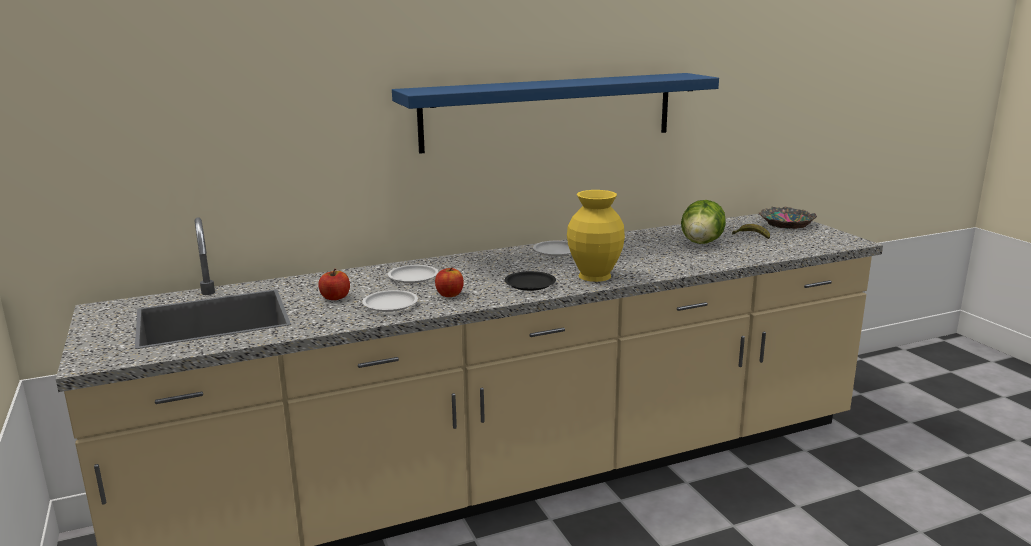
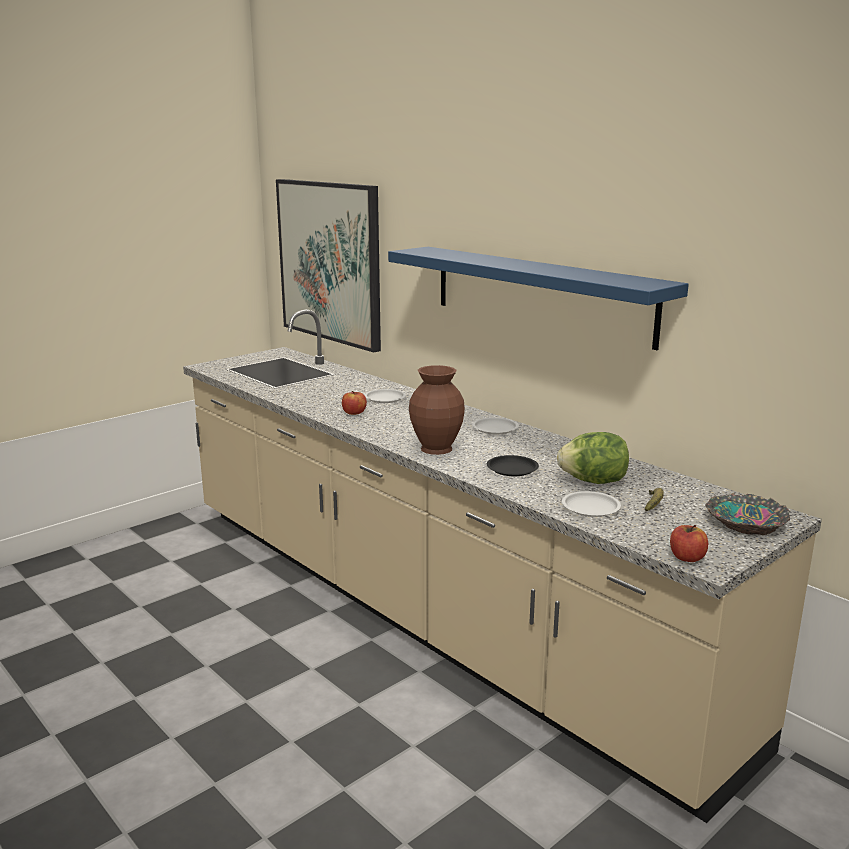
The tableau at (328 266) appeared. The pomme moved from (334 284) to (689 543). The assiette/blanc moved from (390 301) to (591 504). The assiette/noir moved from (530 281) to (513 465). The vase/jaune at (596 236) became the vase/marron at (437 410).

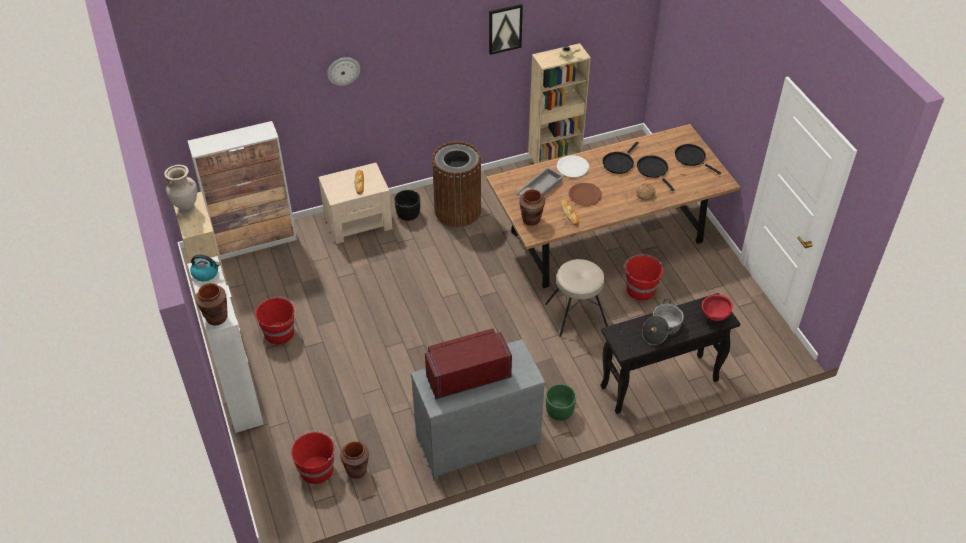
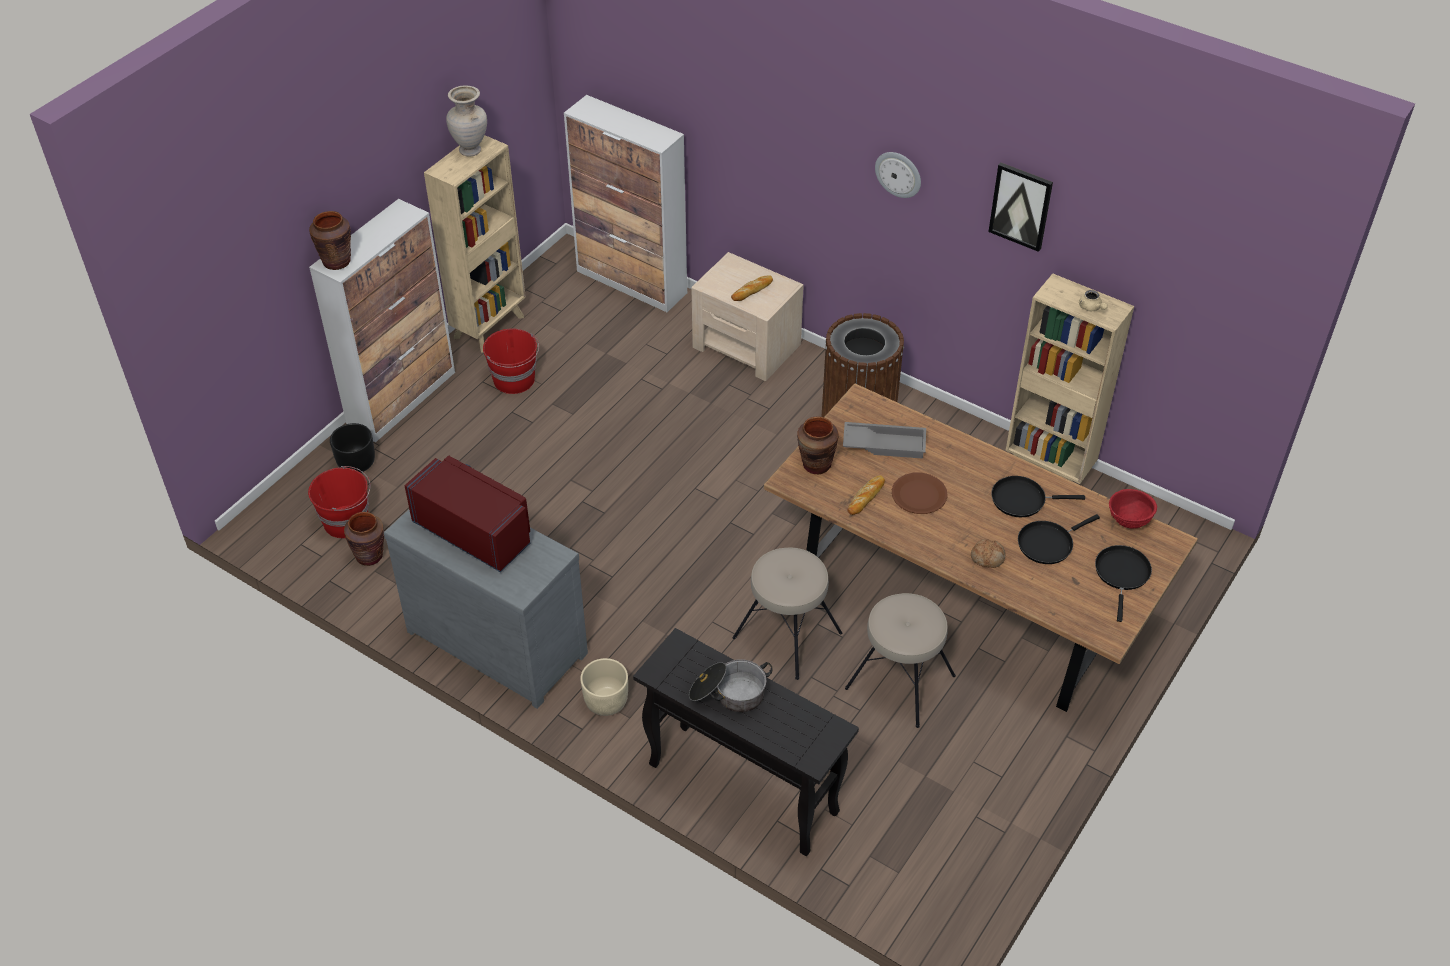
The bouilloire at (205 268) disappeared. The assiette/blanc at (573 166) disappeared. The horloge murale moved from (343 71) to (898 175). The cache-pot/noir moved from (407 205) to (352 448). The bol/rouge moved from (717 307) to (1133 509). The seau/rouge at (643 277) was replaced by the tabouret/beige at (900 660). The cache-pot/vert at (561 402) became the cache-pot/beige at (604 687). The poêle/noir at (656 173) turned 150 degrees counterclockwise.

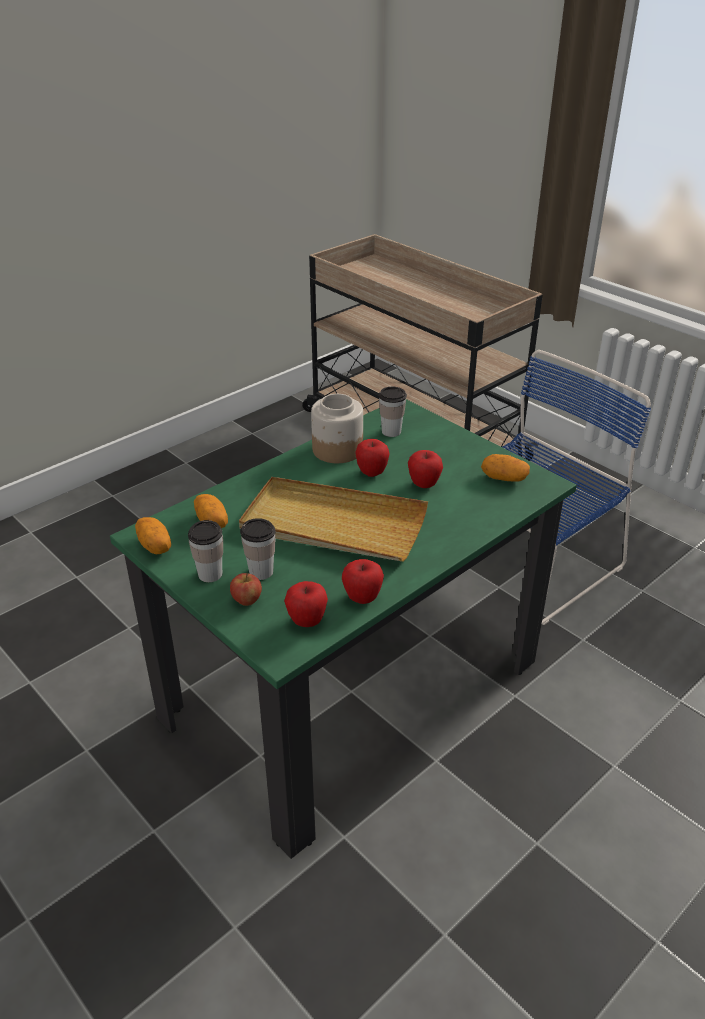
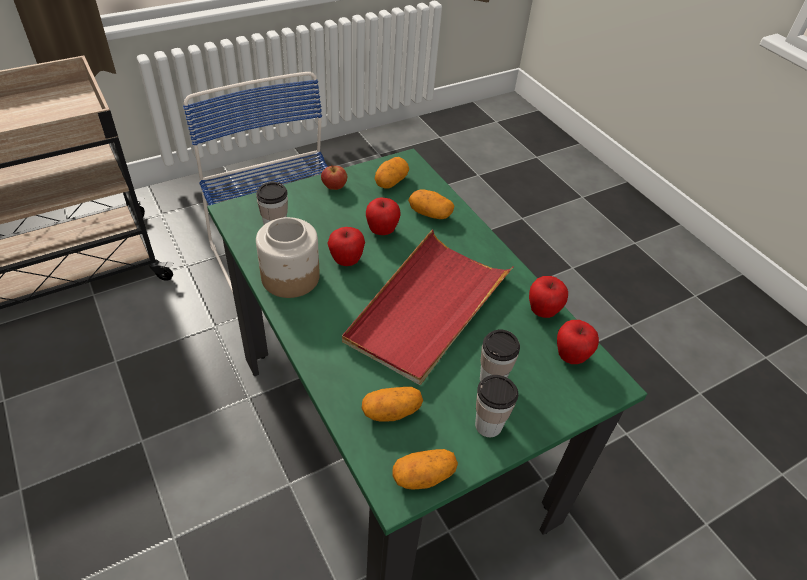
The pomme de terre at (431 204) appeared. The pomme moved from (246 589) to (334 177). The plateau/beige at (333 519) became the plateau/rouge at (427 307).

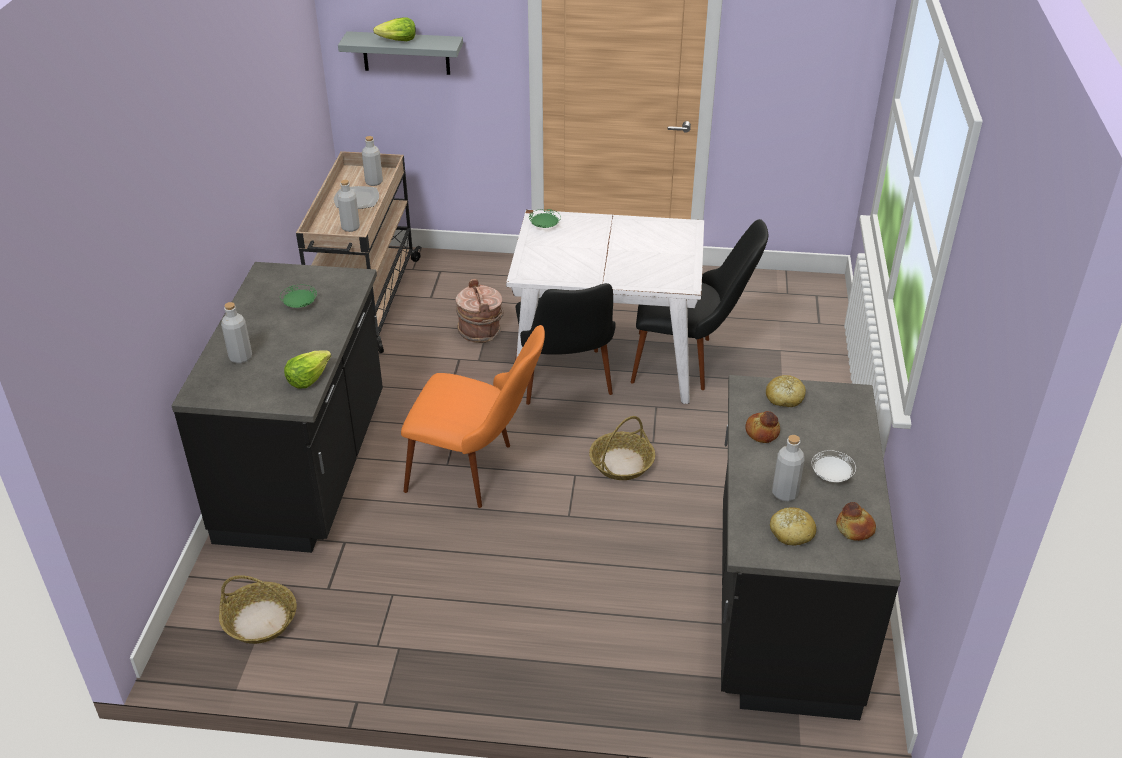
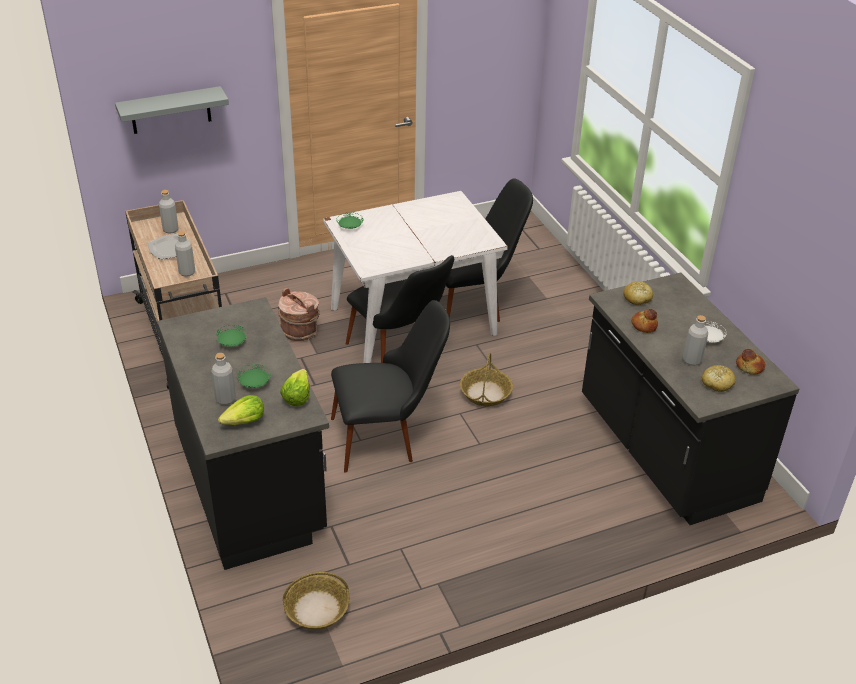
The assiette/vert at (254 376) appeared. The laitue moved from (394 29) to (241 410). The chaise/orange at (473 416) became the chaise/noir at (390 386).

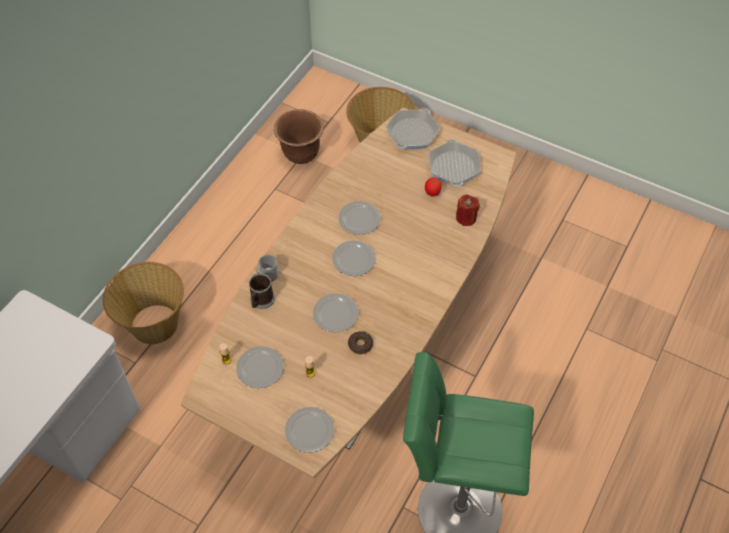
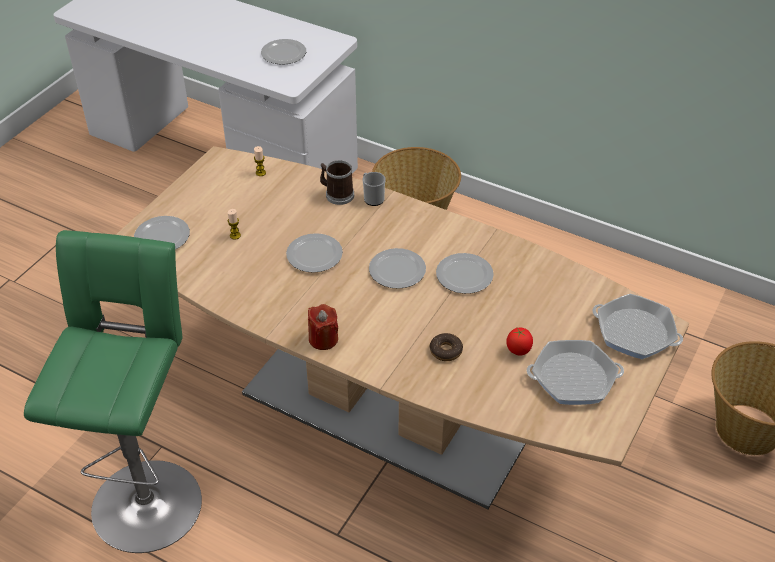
The cache-pot/marron at (298 136) disappeared. The assiette moved from (260 367) to (283 52). The beignet moved from (360 342) to (446 347). The bougie/rouge moved from (468 210) to (323 327).

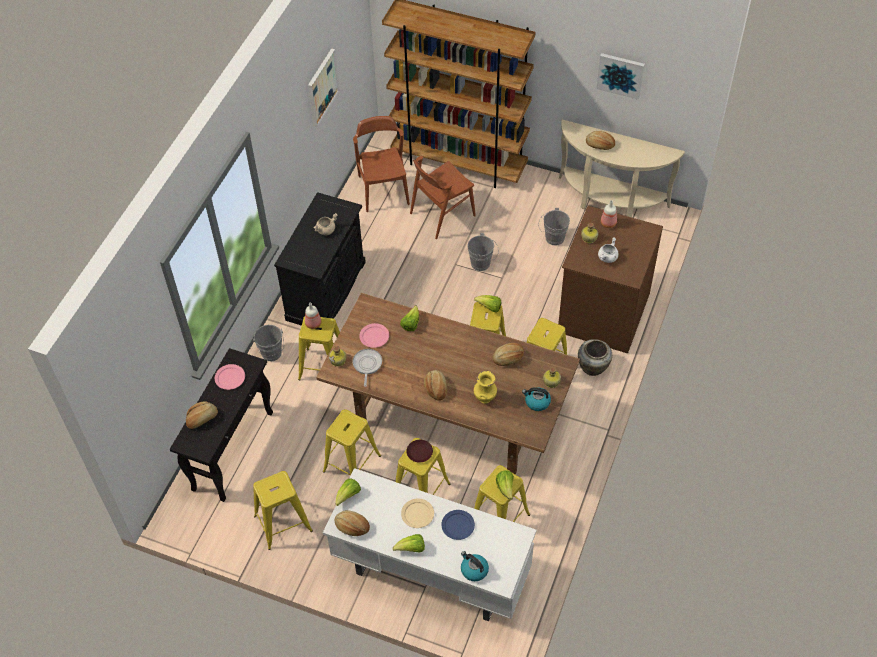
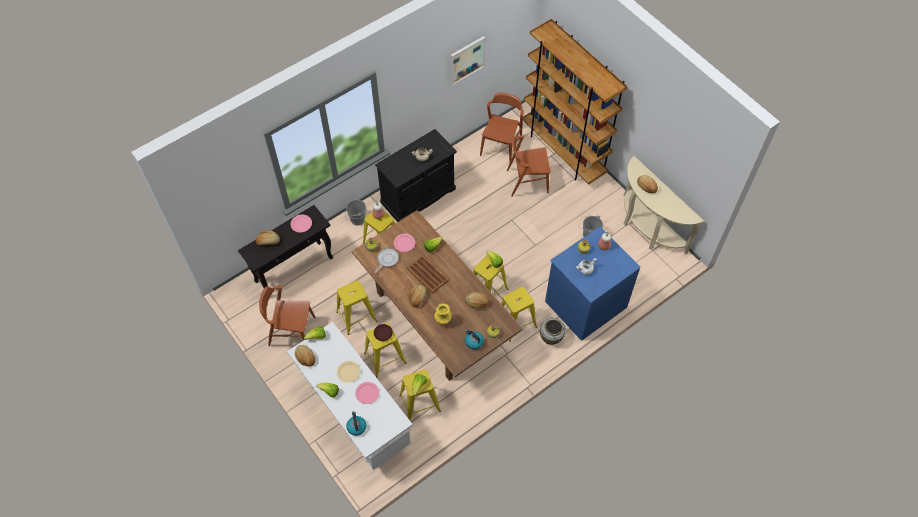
The seau/gris at (483 252) disappeared. The tableau at (620 76) disappeared. The plateau/marron at (427 274) appeared. The tabouret/jaune at (283 510) was replaced by the chaise/marron at (287 316). The assiette/bleu at (458 525) became the assiette/rose at (367 393). The commode/marron at (610 279) became the commode/bleu at (593 284).

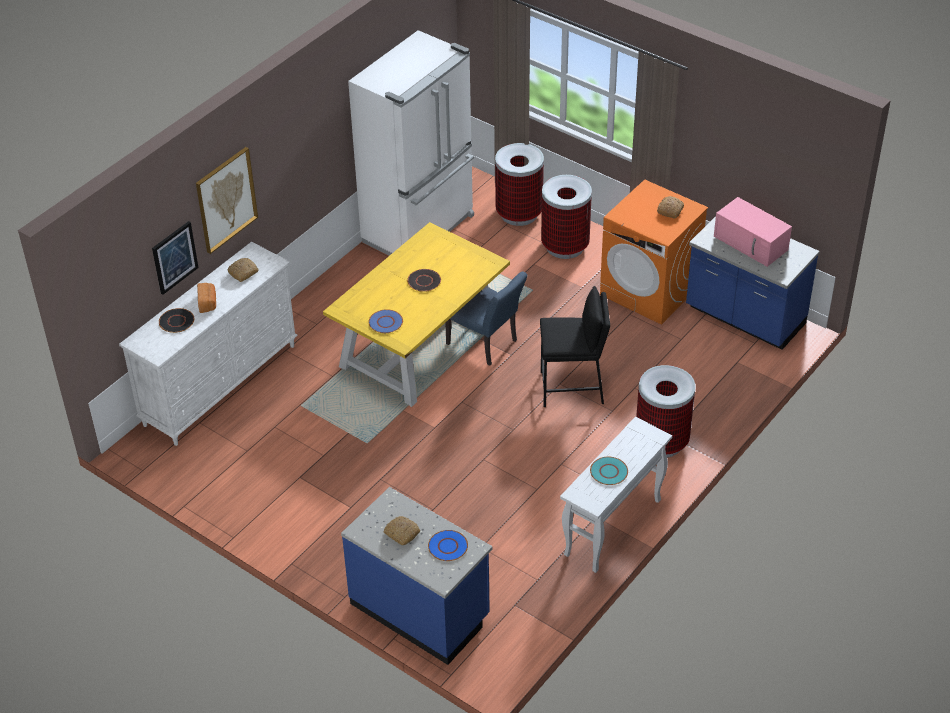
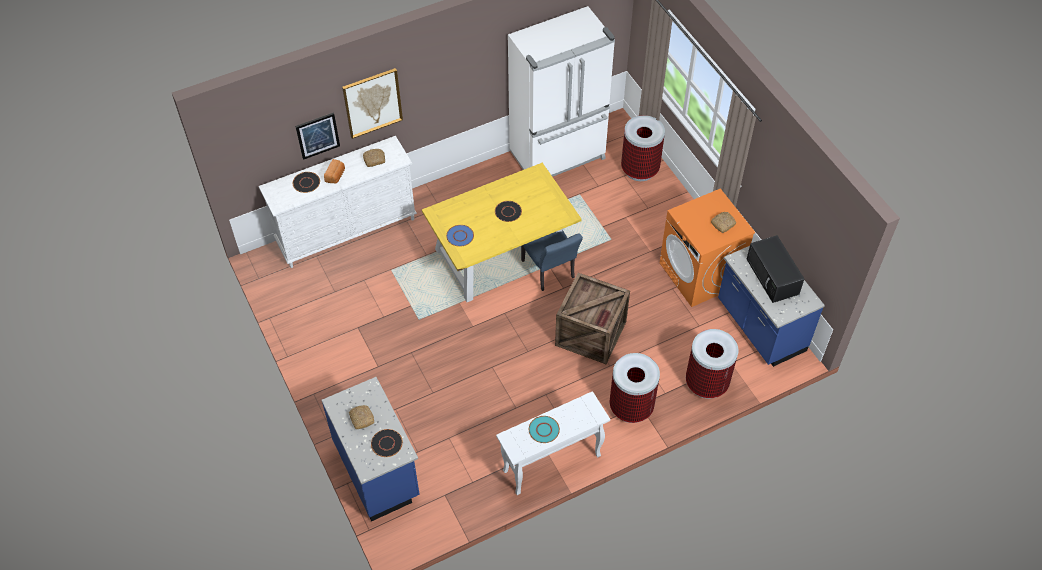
The poubelle moved from (566 217) to (712 364). The tabouret/noir at (575 346) was replaced by the caisse at (592 318). The assiette/bleu at (448 545) became the assiette/noir at (387 443). The micro-ondes/rose at (753 232) became the micro-ondes/noir at (775 269).

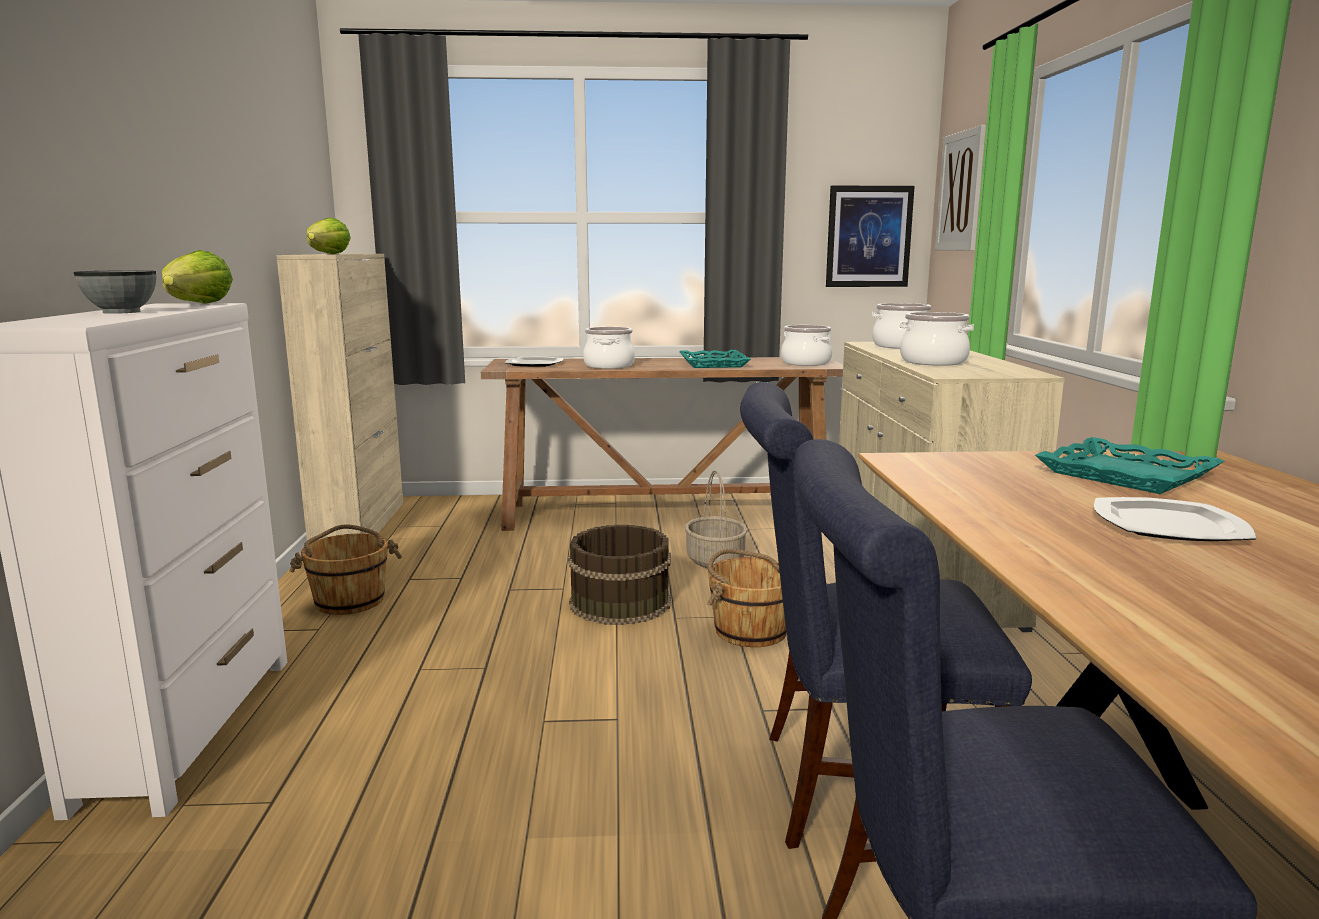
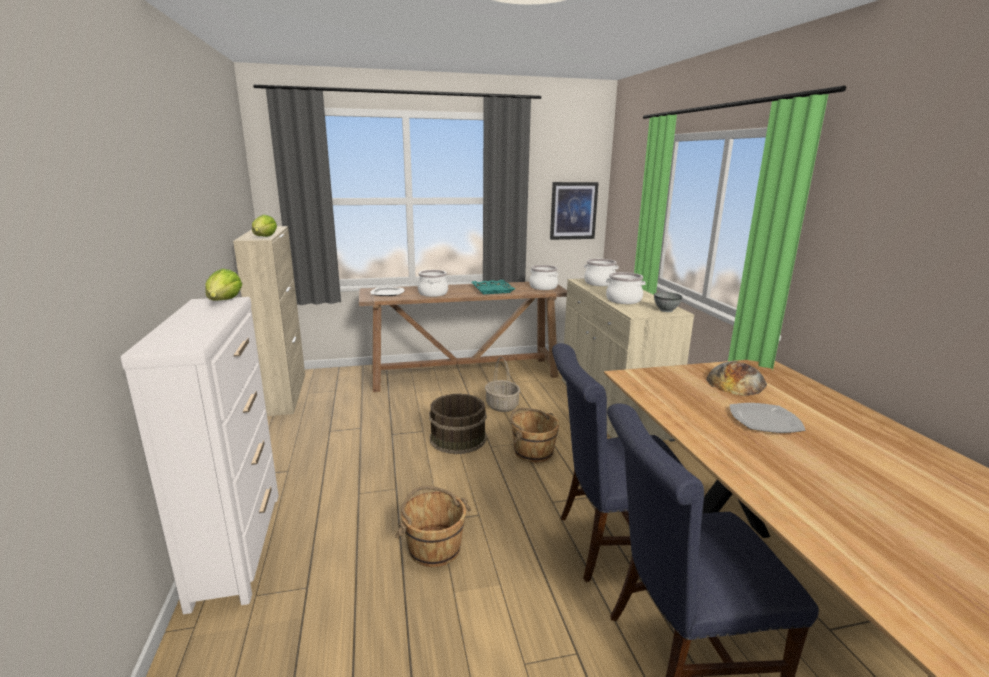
The tableau at (960 188) disappeared. The bol/gris moved from (115 292) to (668 302). The seau/marron moved from (346 570) to (433 526). The plateau/turquoise at (1129 465) was replaced by the pain at (736 378).

